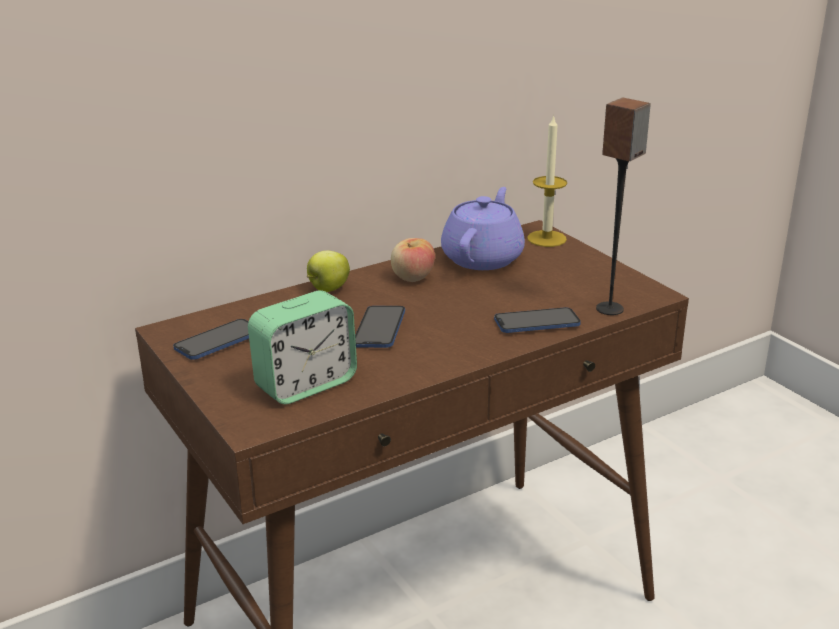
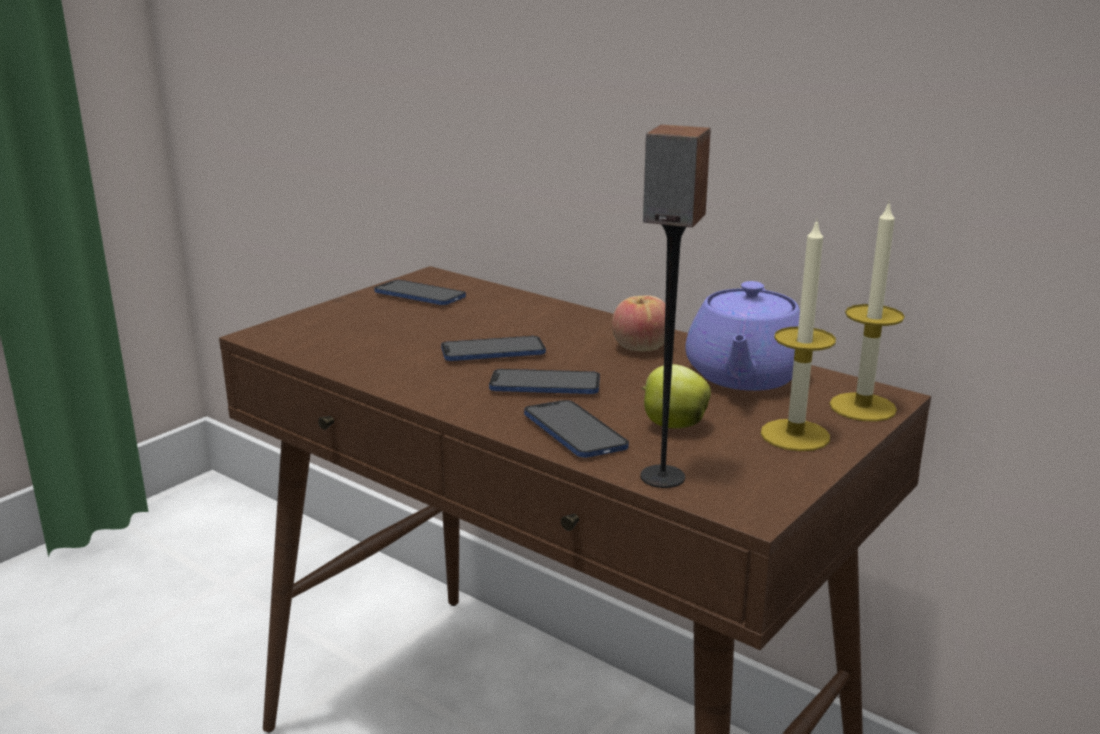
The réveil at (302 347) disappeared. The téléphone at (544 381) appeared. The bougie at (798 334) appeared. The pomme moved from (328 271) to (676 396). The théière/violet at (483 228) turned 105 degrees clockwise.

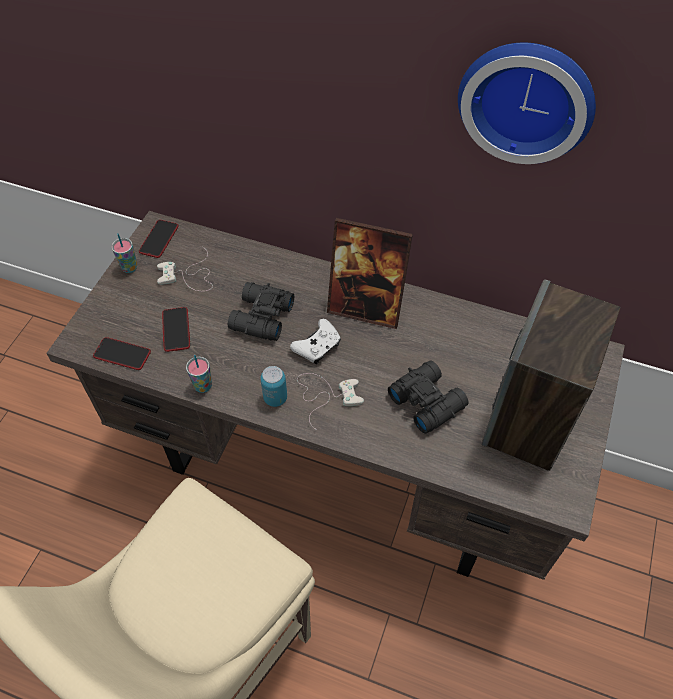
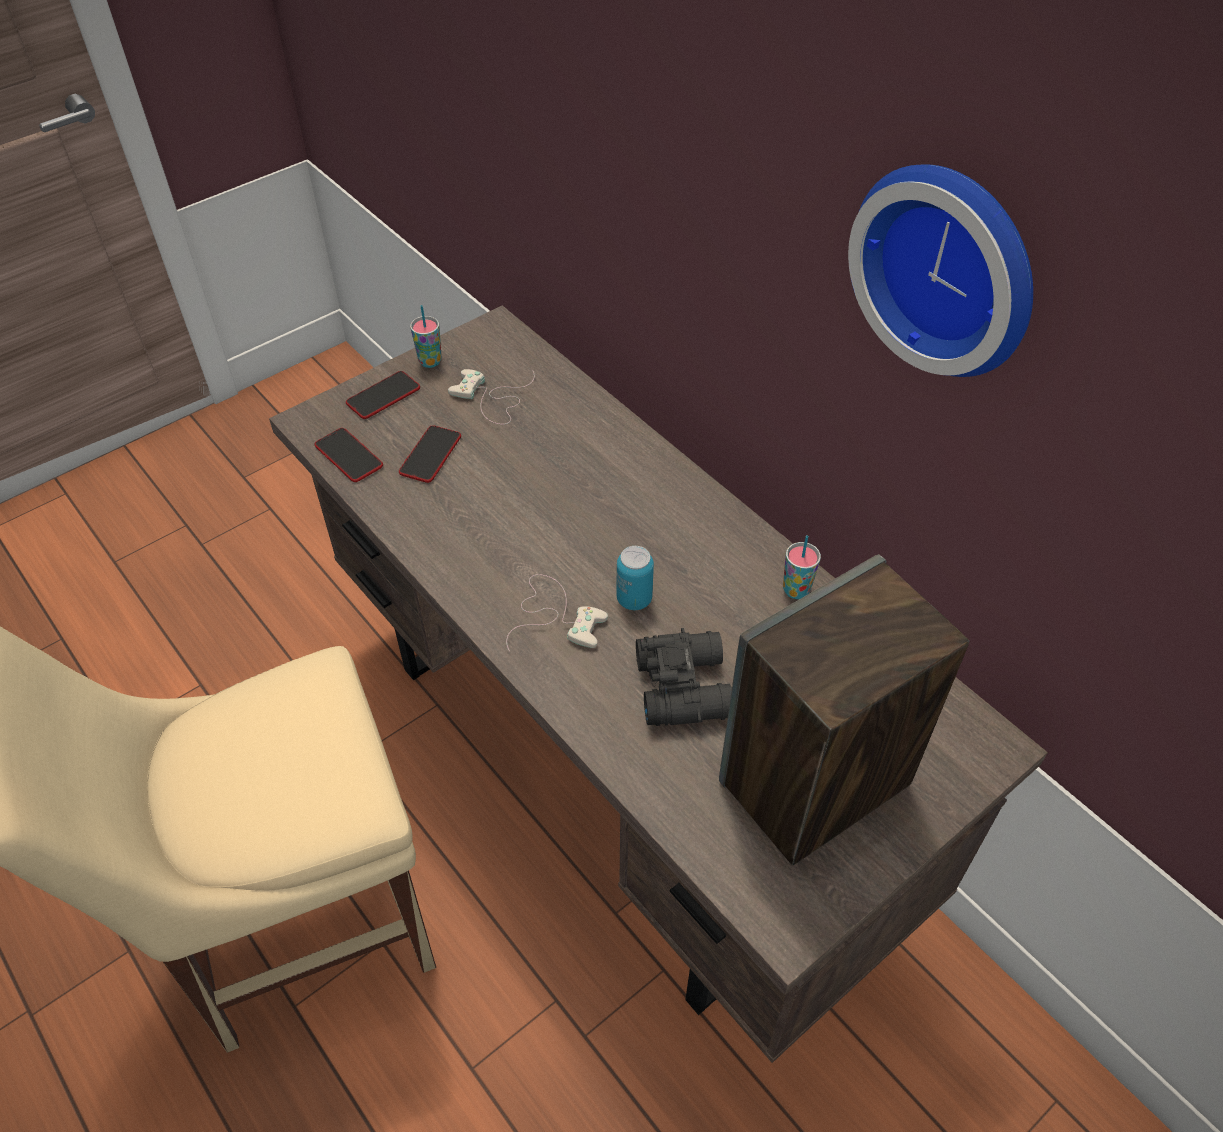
The jumelles/noir at (261 311) disappeared. The manette/blanc at (315 341) disappeared. The cadre photo at (370 273) disappeared. The téléphone moved from (159 239) to (383 395). The tasse moved from (199 374) to (802 567). The boîte métallique moved from (273 386) to (635 578).

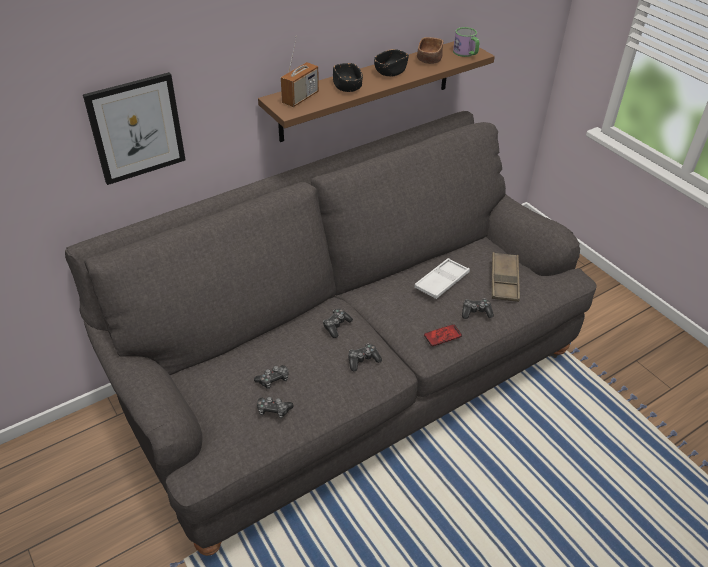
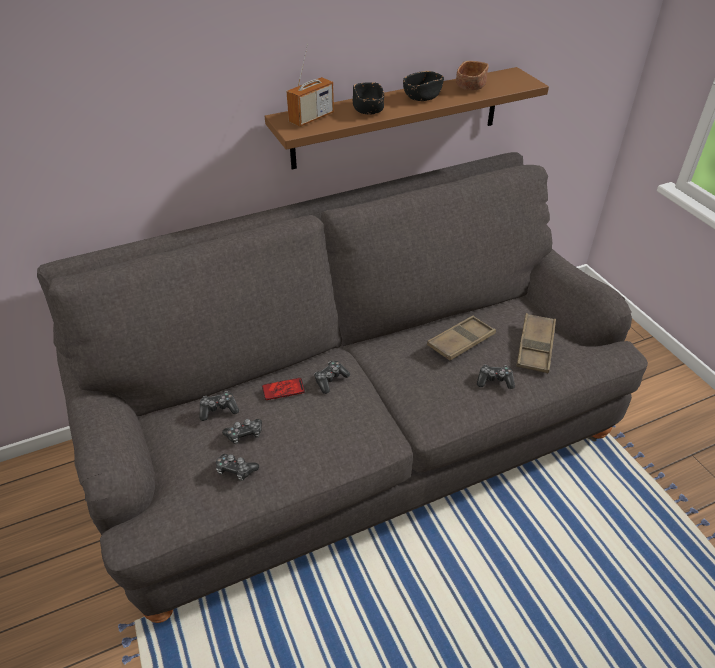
The tableau at (134 128) disappeared. The mug at (466 42) disappeared. The manette moved from (365 357) to (219 406). The téléphone moved from (443 335) to (283 389). The plateau/blanc at (442 278) became the plateau/marron at (461 337).

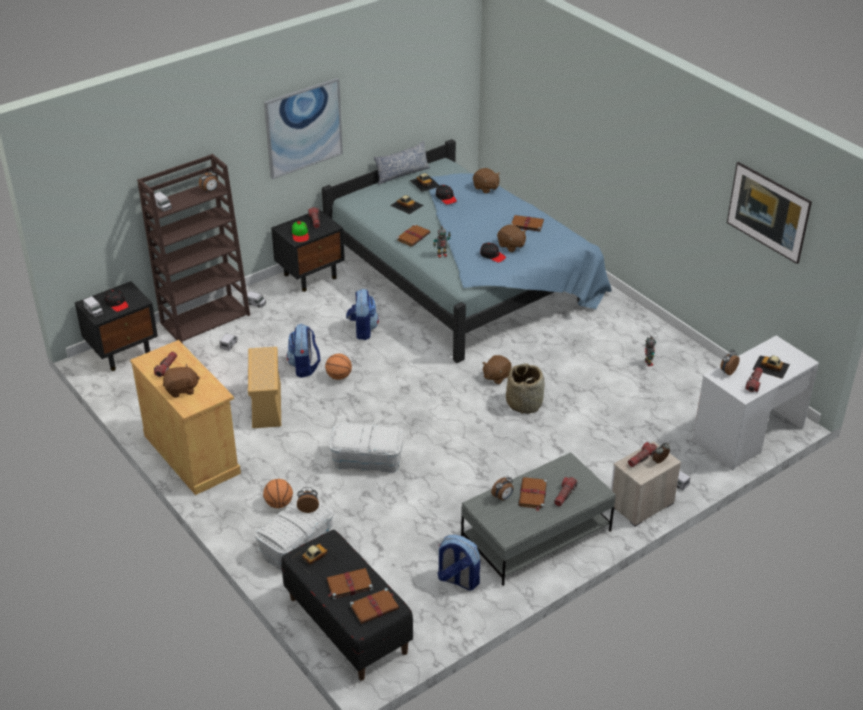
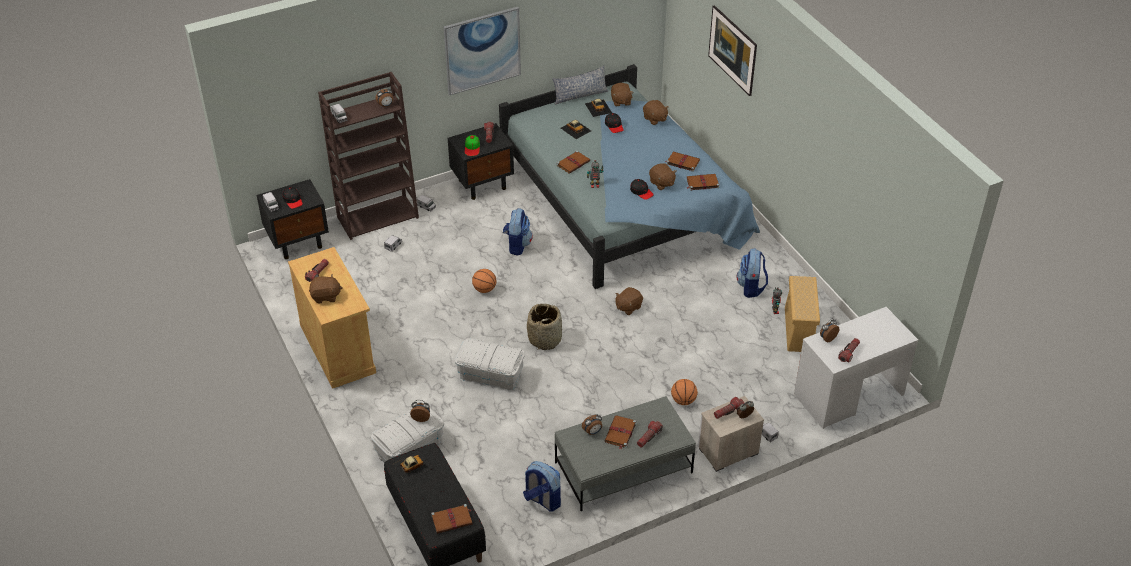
The petite voiture at (771 367) disappeared. The peluche/marron at (622 94) appeared. The boîte de rangement/beige moved from (264 387) to (802 314). The ballon de basket moved from (278 493) to (684 392). The sac à dos moved from (304 351) to (752 273). The livre/marron moved from (350 583) to (703 182). The panier moved from (525 388) to (544 327). The tableau moved from (769 213) to (732 50).

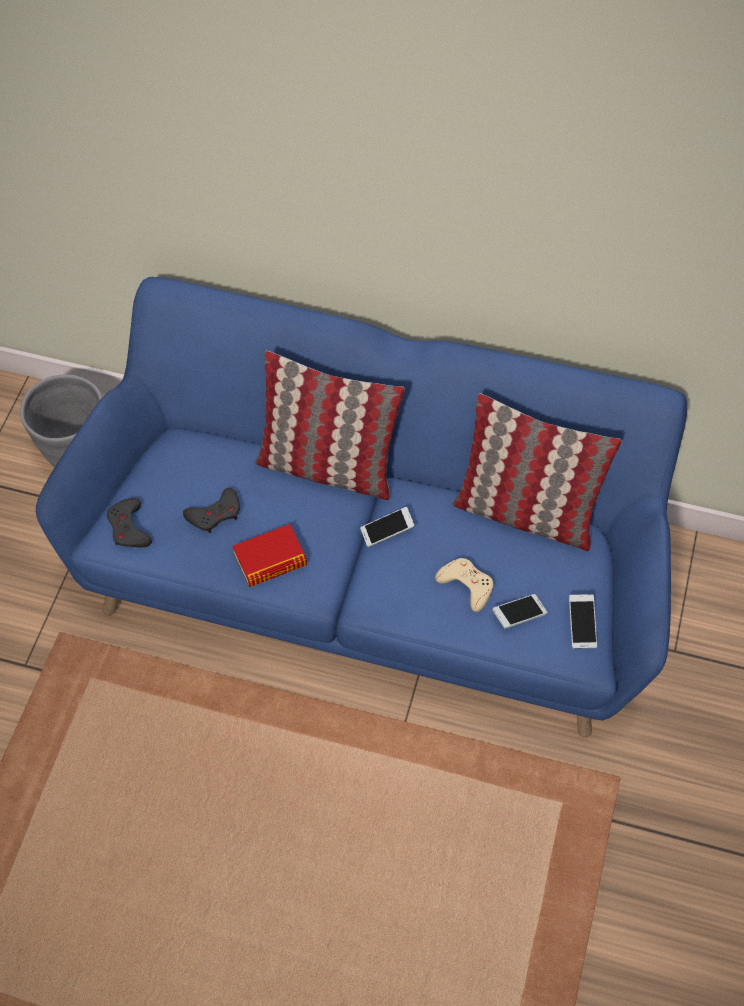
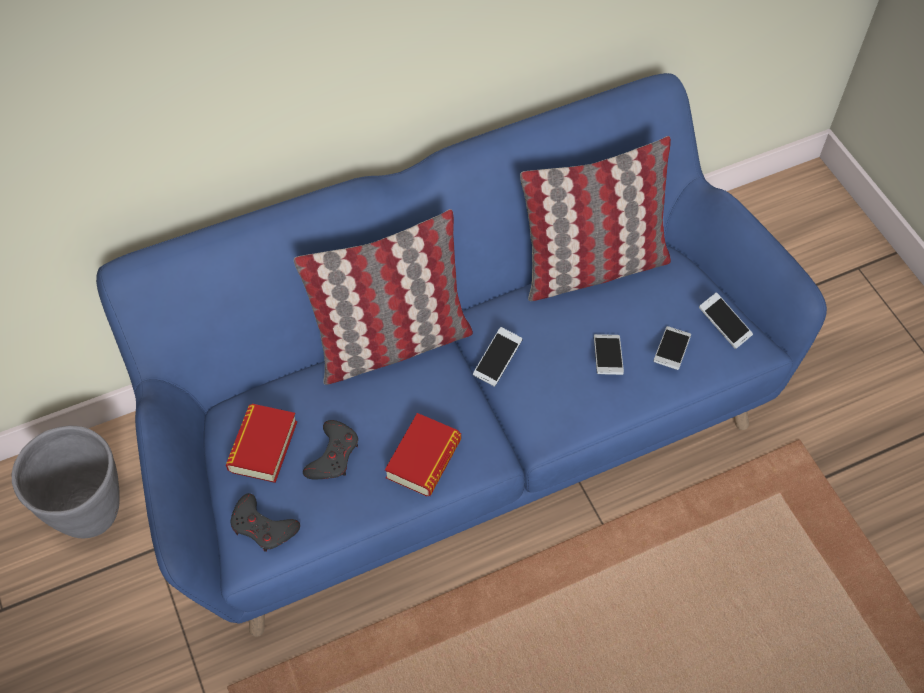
The livre at (261 443) appeared. The manette/beige at (464 585) was replaced by the téléphone at (609 354).

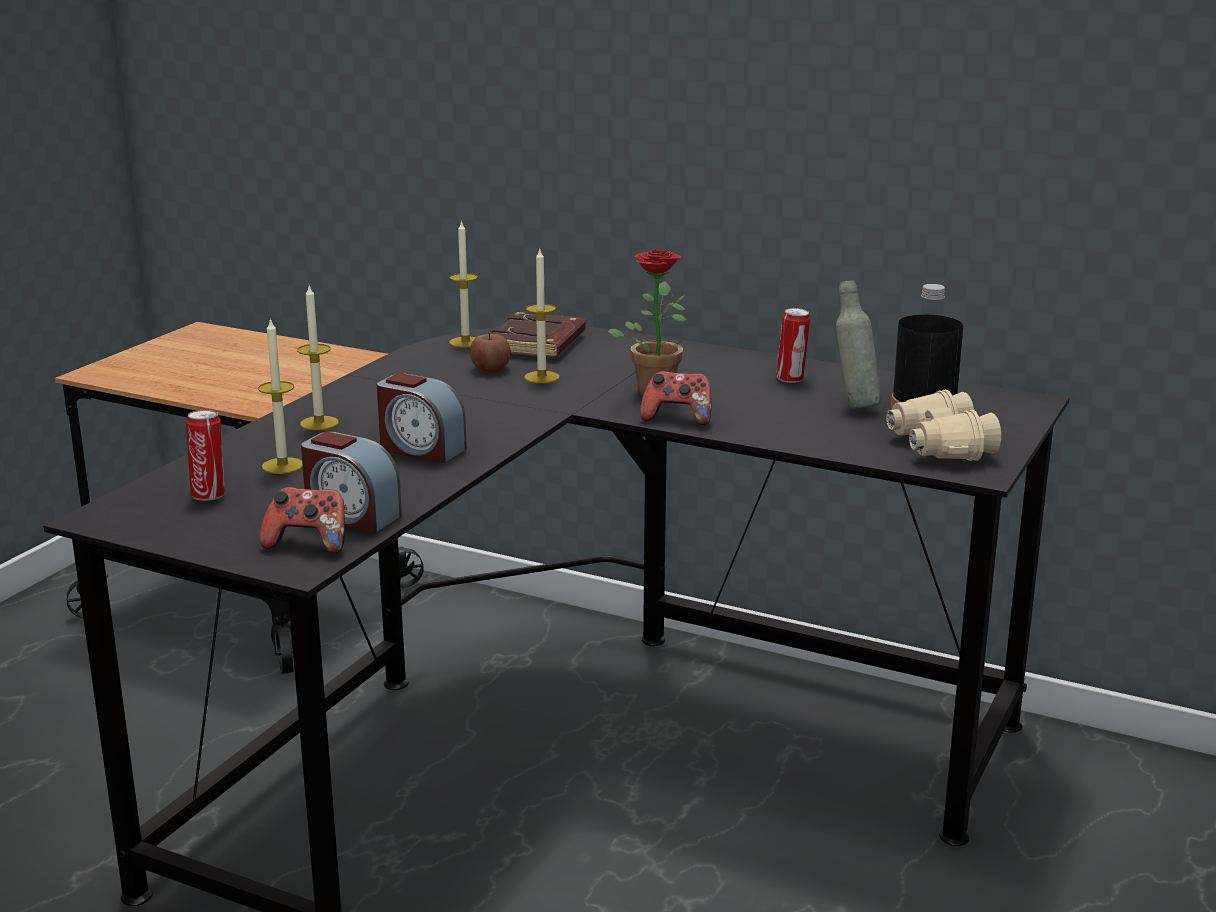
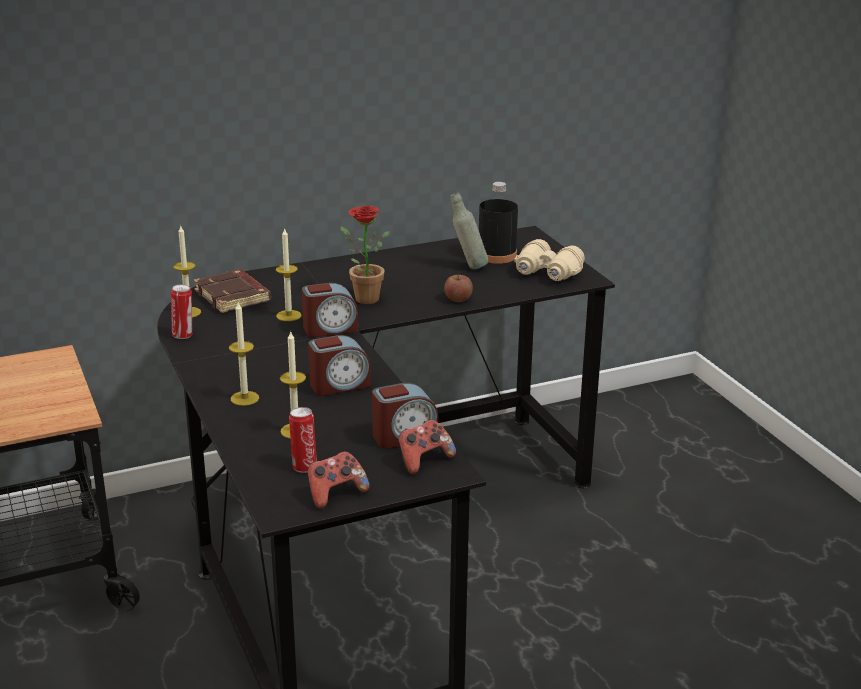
The réveil at (330 310) appeared. The pomme moved from (490 352) to (458 288). The manette moved from (675 398) to (338 480). The boîte métallique moved from (793 345) to (181 312).

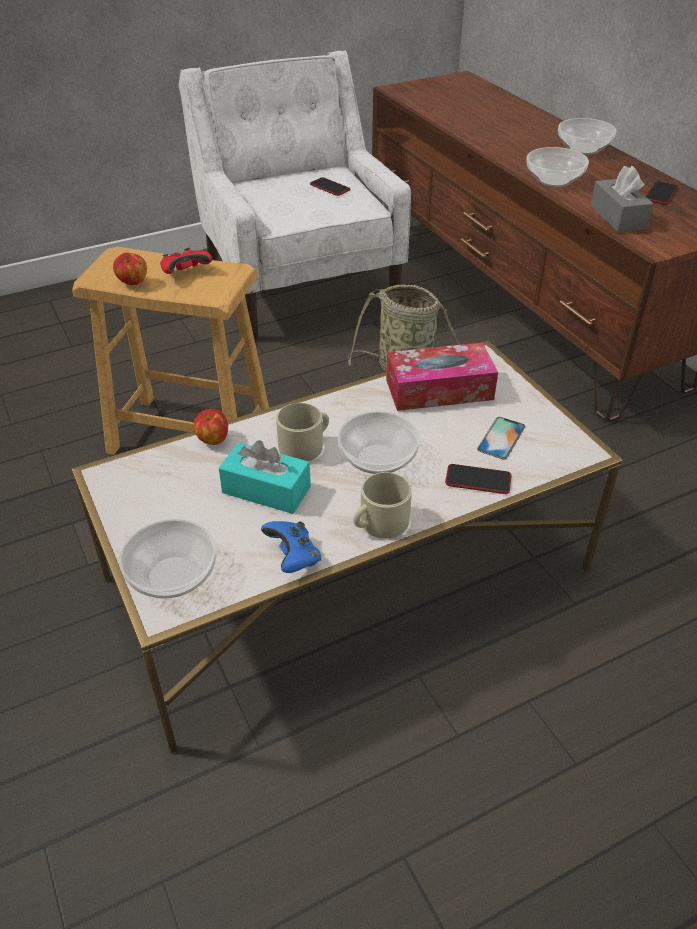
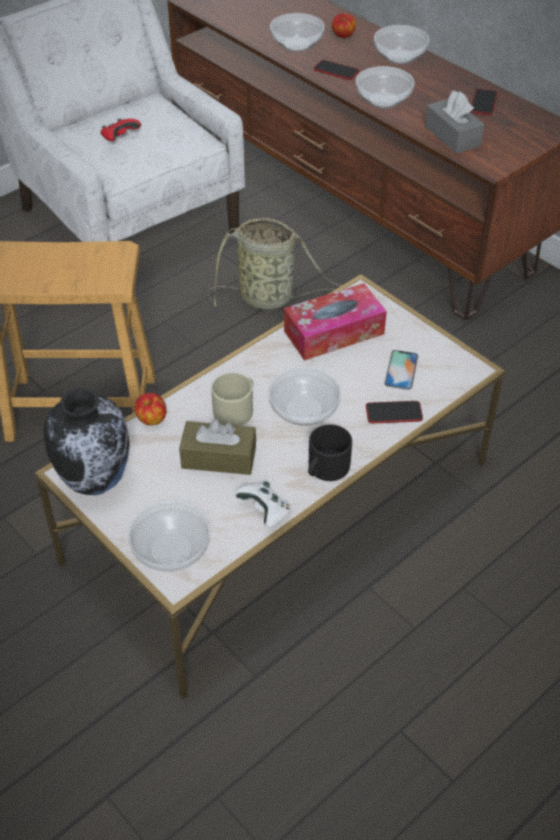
The vase at (87 441) appeared. The bol at (297 32) appeared. The pomme moved from (130 269) to (344 25). The manette/rouge moved from (186 261) to (120 129). The téléphone moved from (330 186) to (336 70). The boîte à mouchoirs/turquoise at (265 477) became the boîte à mouchoirs/marron at (217 447). The manette/bleu at (291 547) became the manette/blanc at (263 505). The mug/beige at (382 505) became the mug/noir at (330 452).

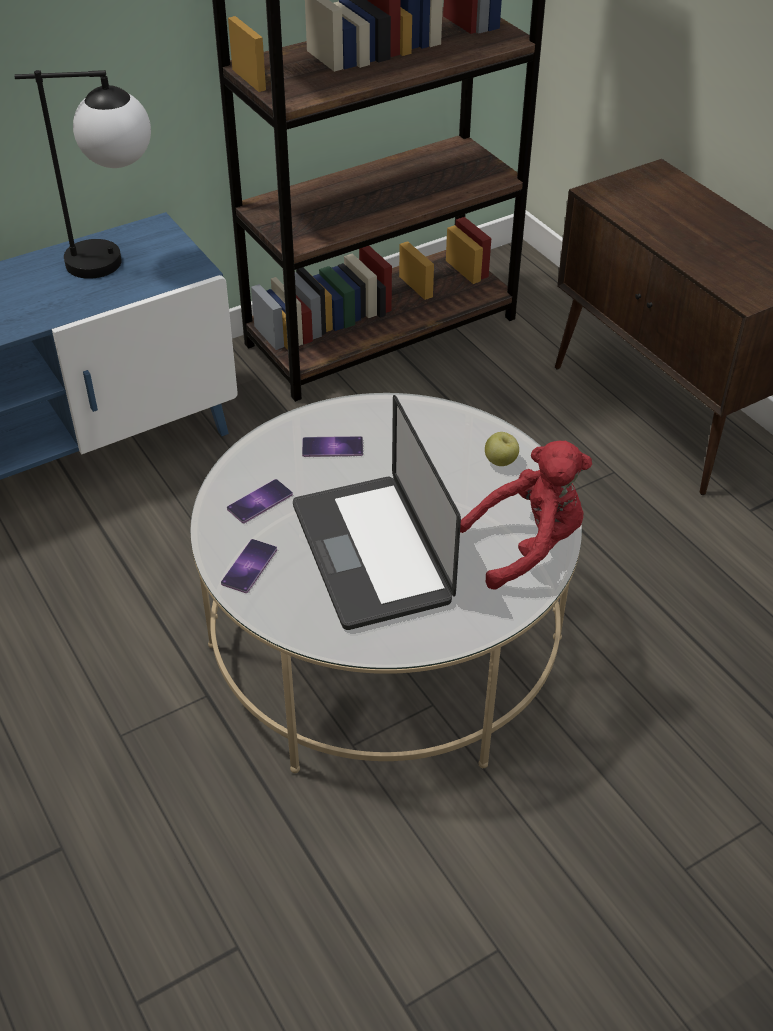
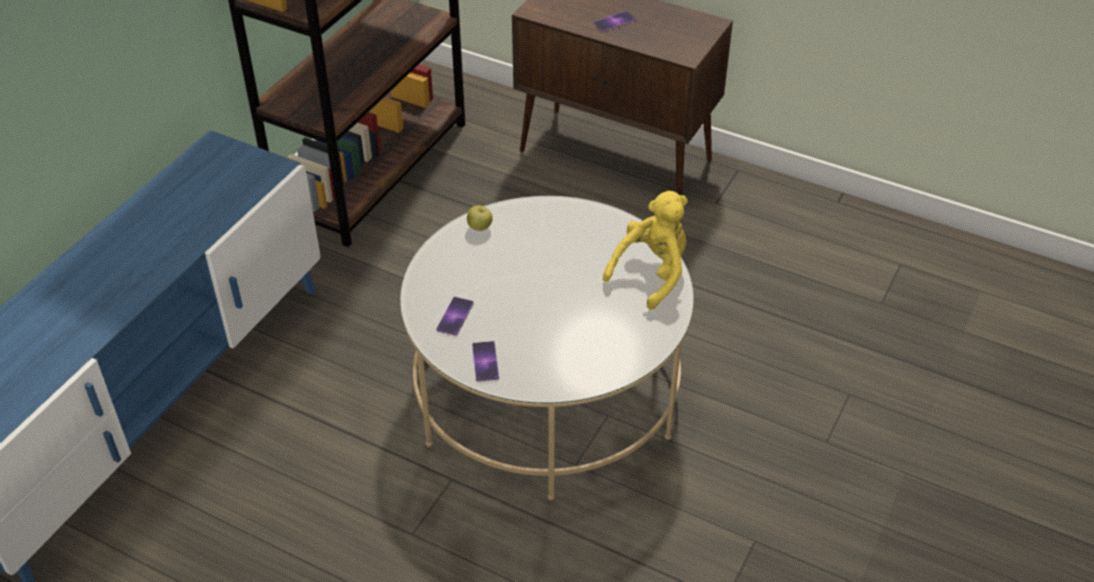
The lampe de table at (82 174) disappeared. The ordinateur portable at (377 512) disappeared. The téléphone moved from (332 446) to (614 21). The pomme moved from (502 449) to (480 218). The peluche/rouge at (526 515) became the peluche/jaune at (645 250).

